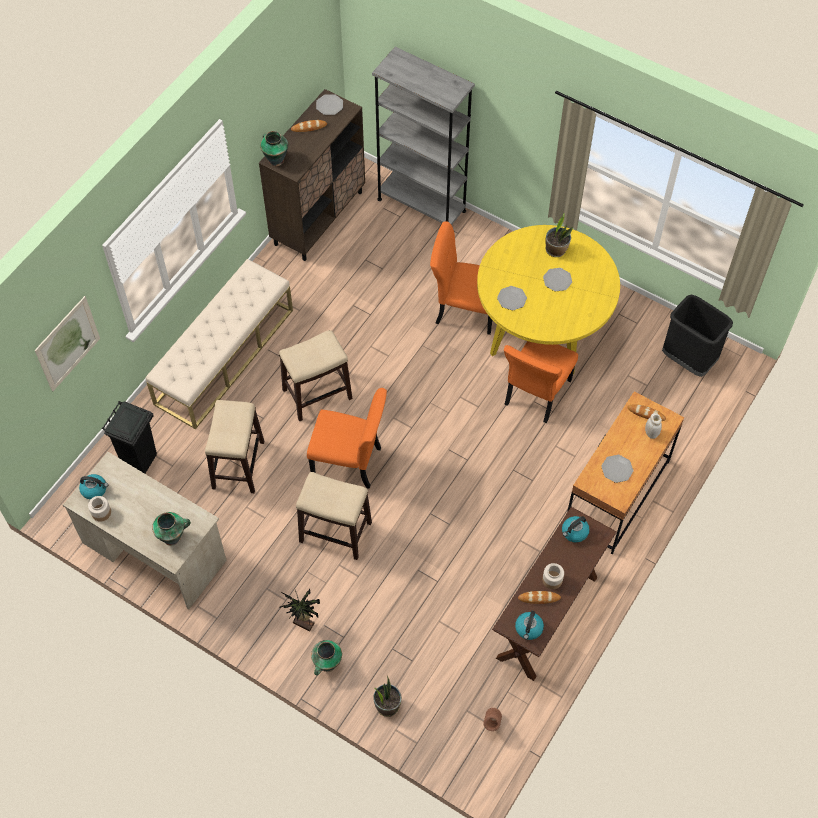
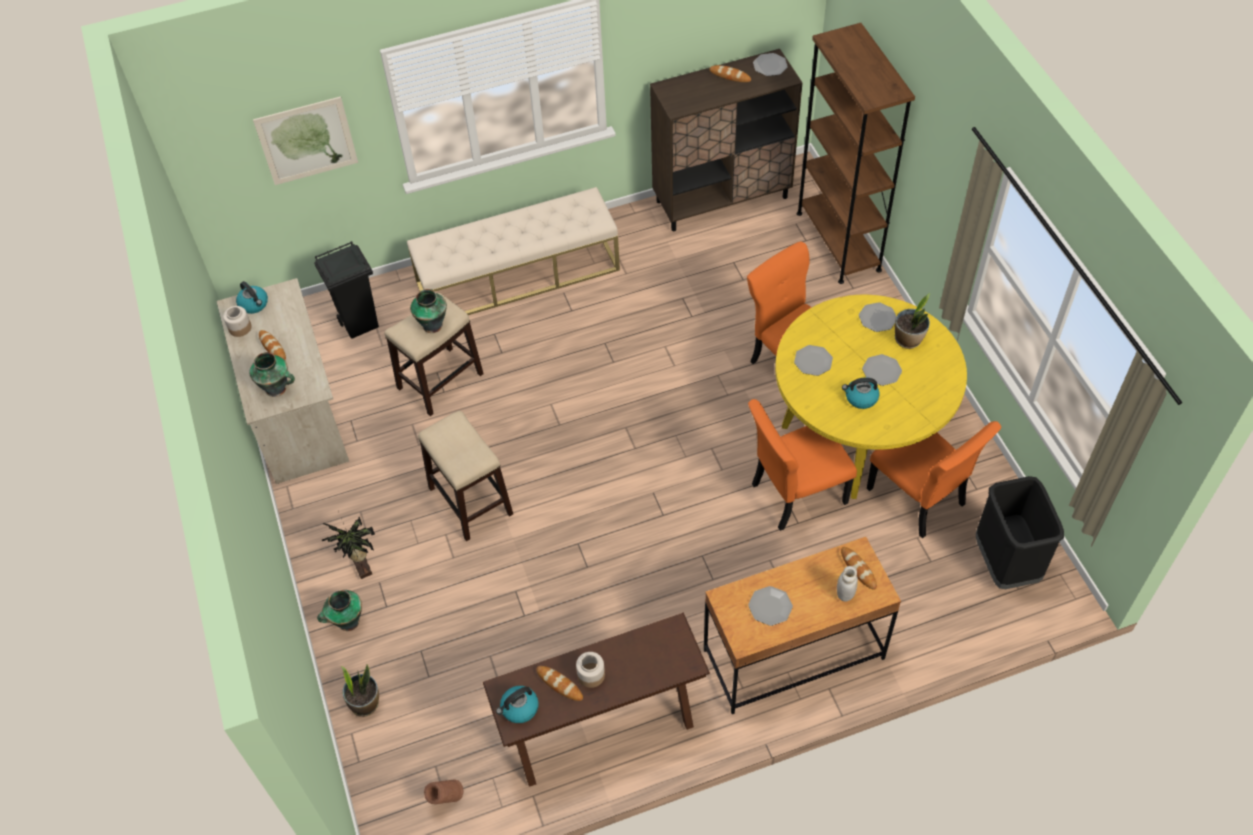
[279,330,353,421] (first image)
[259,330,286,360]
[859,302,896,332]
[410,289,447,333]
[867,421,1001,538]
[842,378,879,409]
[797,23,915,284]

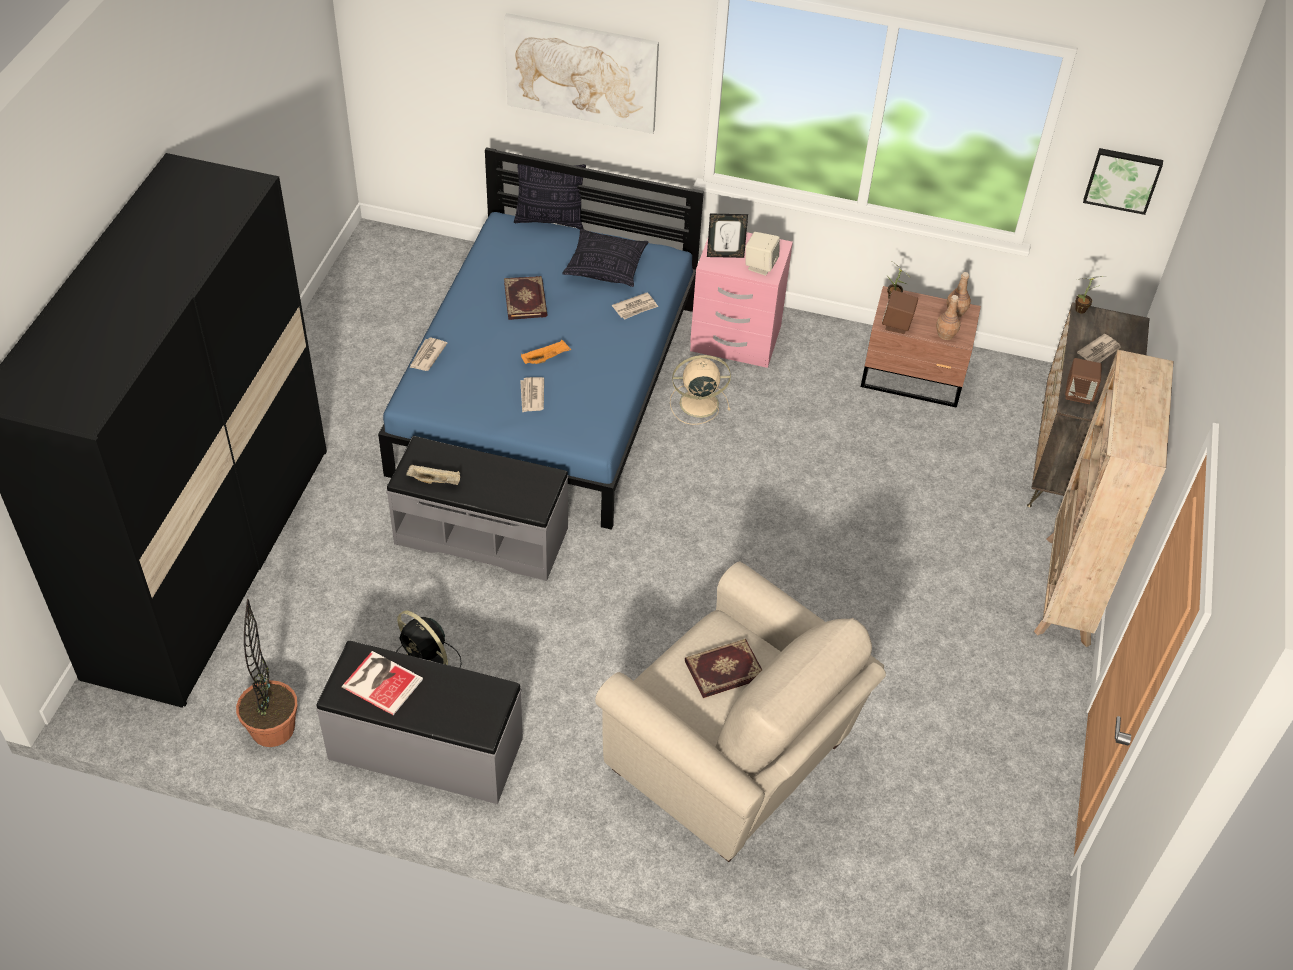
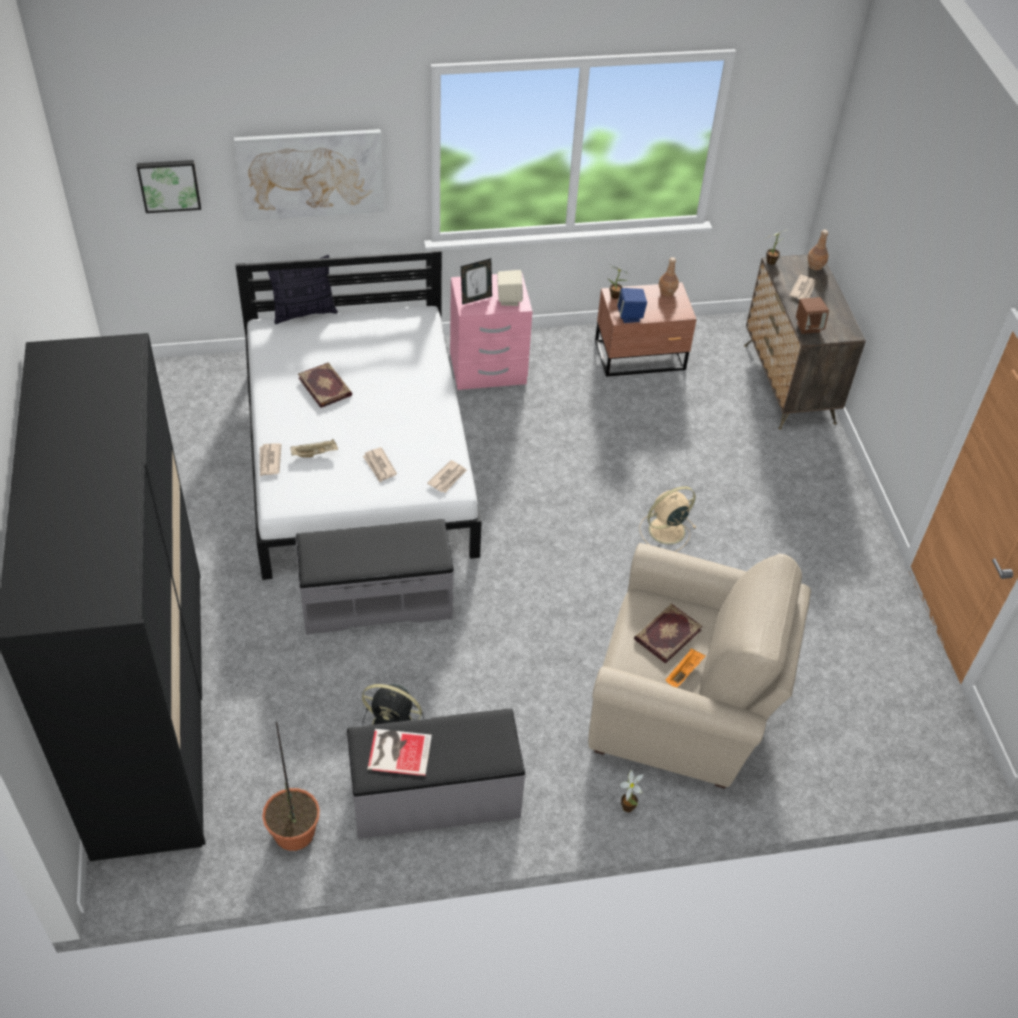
[562,229,648,287] (first image)
[1034,349,1174,647] (first image)
[620,770,644,812]
[291,439,338,457]
[665,648,706,687]
[427,460,467,493]
[639,486,696,552]
[808,230,829,270]
[137,160,201,213]
[235,249,482,580]
[617,288,647,323]

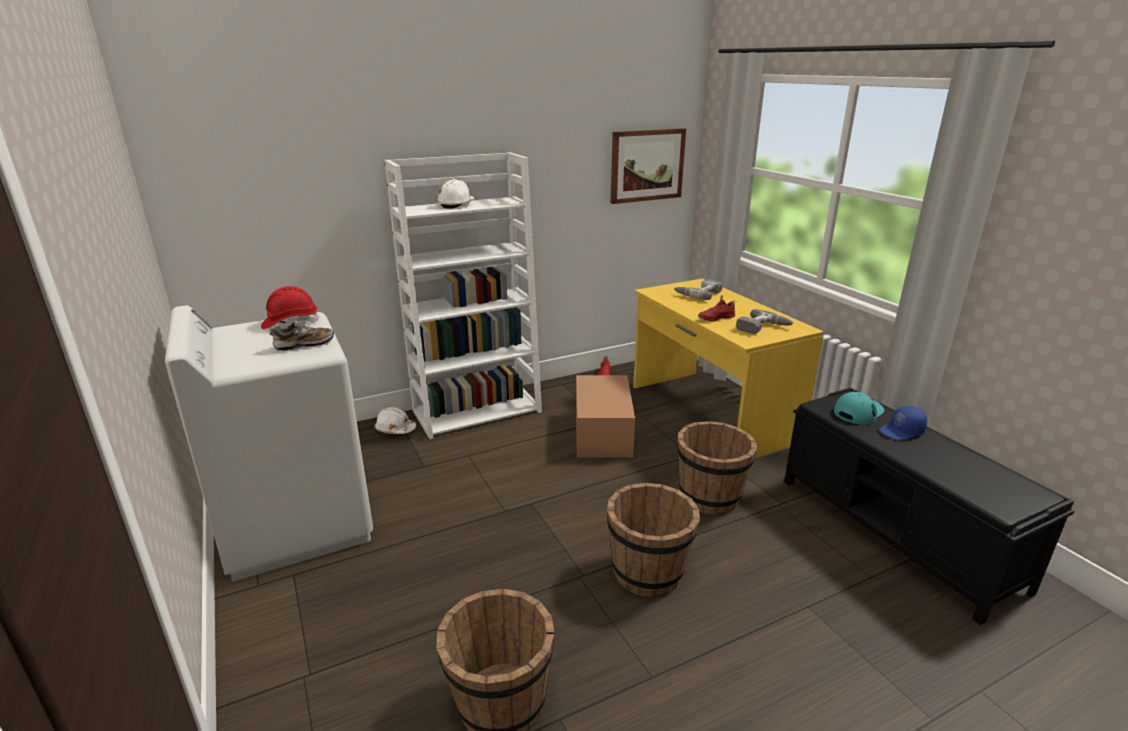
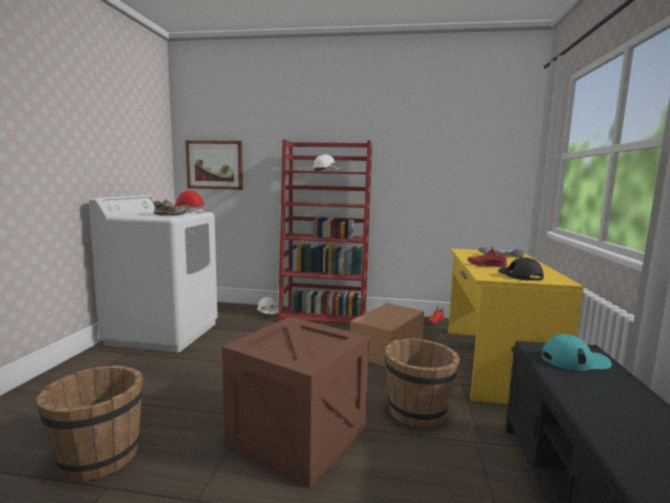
[879,406,927,440] (first image)
[185,140,243,190]
[222,317,369,488]
[498,257,544,281]
[278,139,372,325]

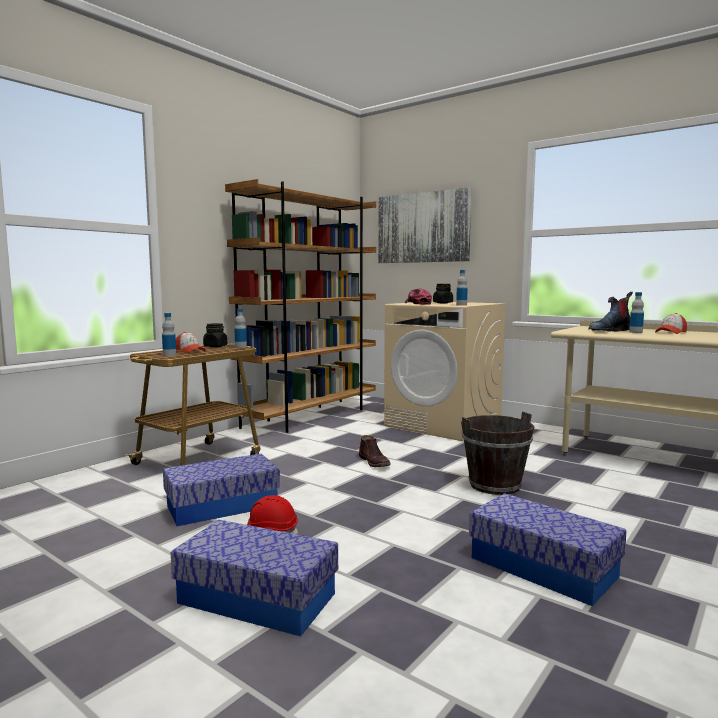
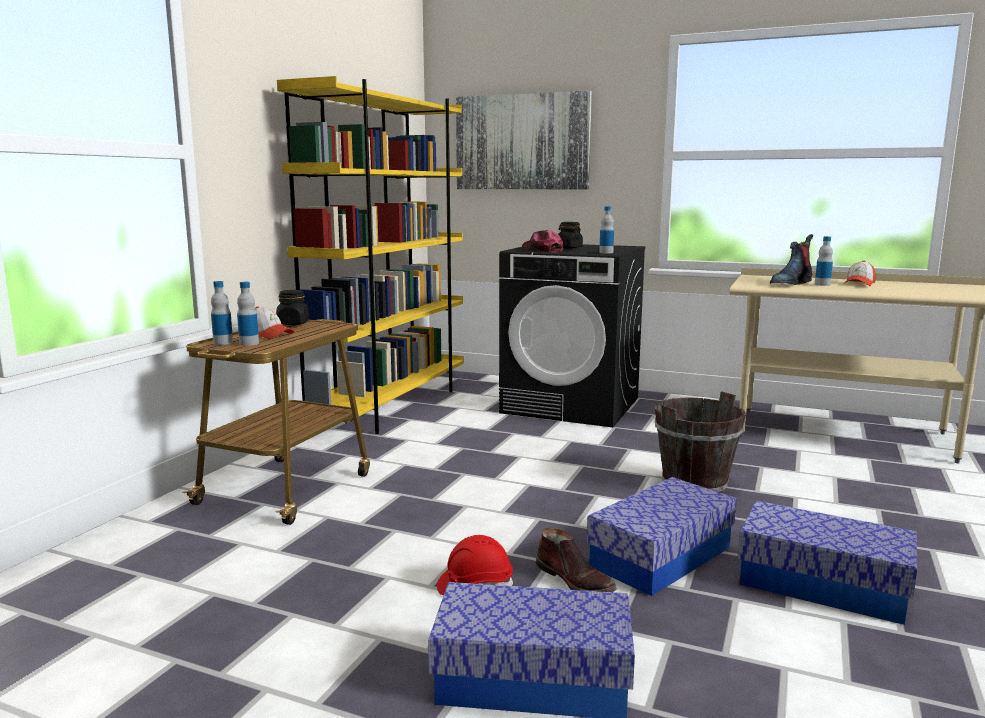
[587,477,737,596]
[211,281,233,345]
[536,528,616,592]
[277,76,464,434]
[499,244,646,427]

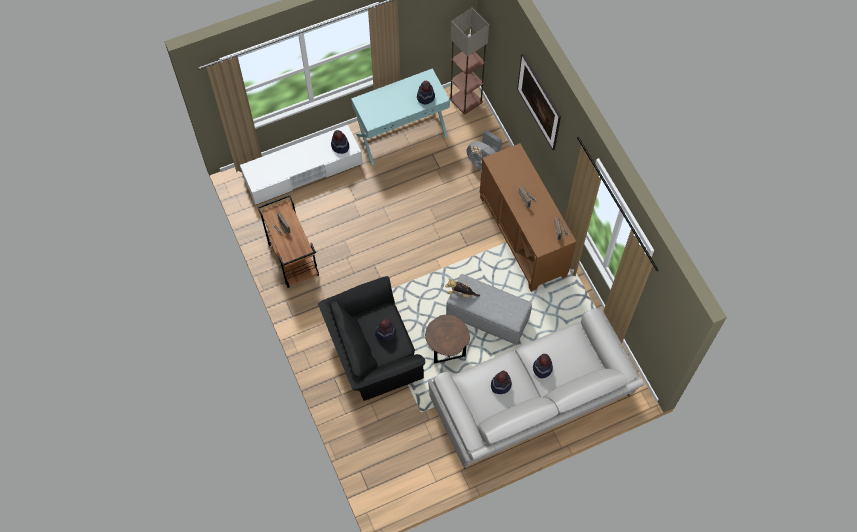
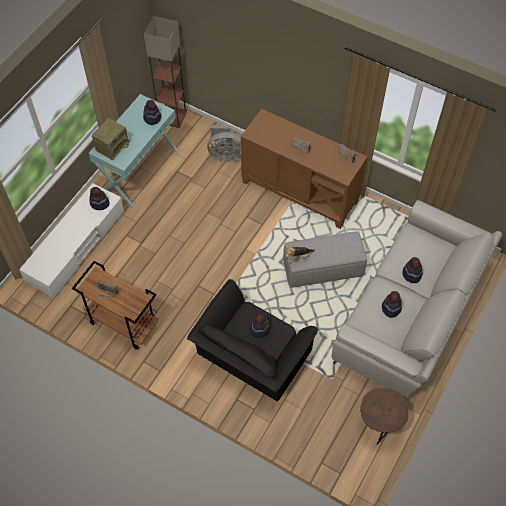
[517,53,561,150] (first image)
[92,118,130,160]
[360,388,409,445]

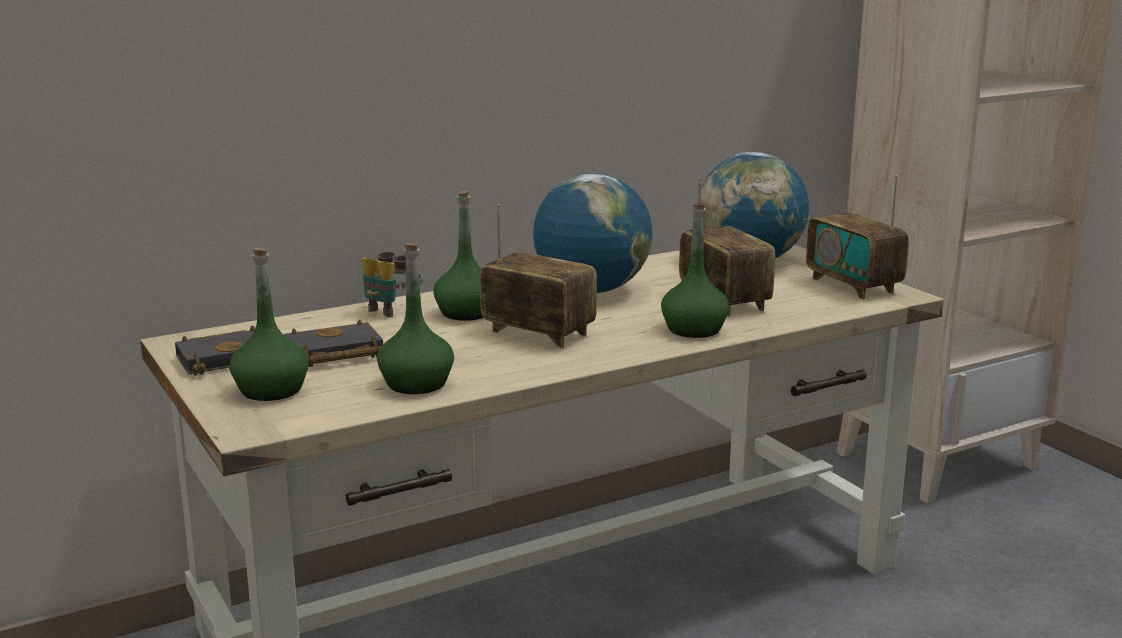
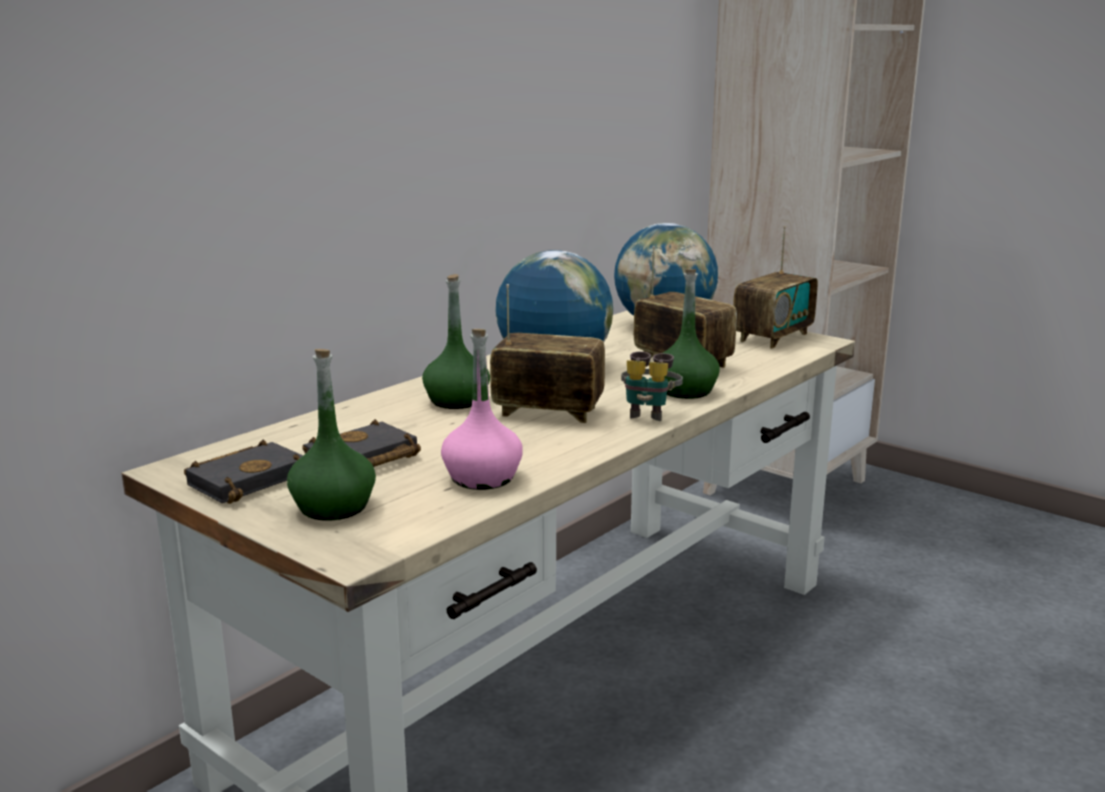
[621,352,683,421]
[441,329,523,490]
[733,226,818,348]

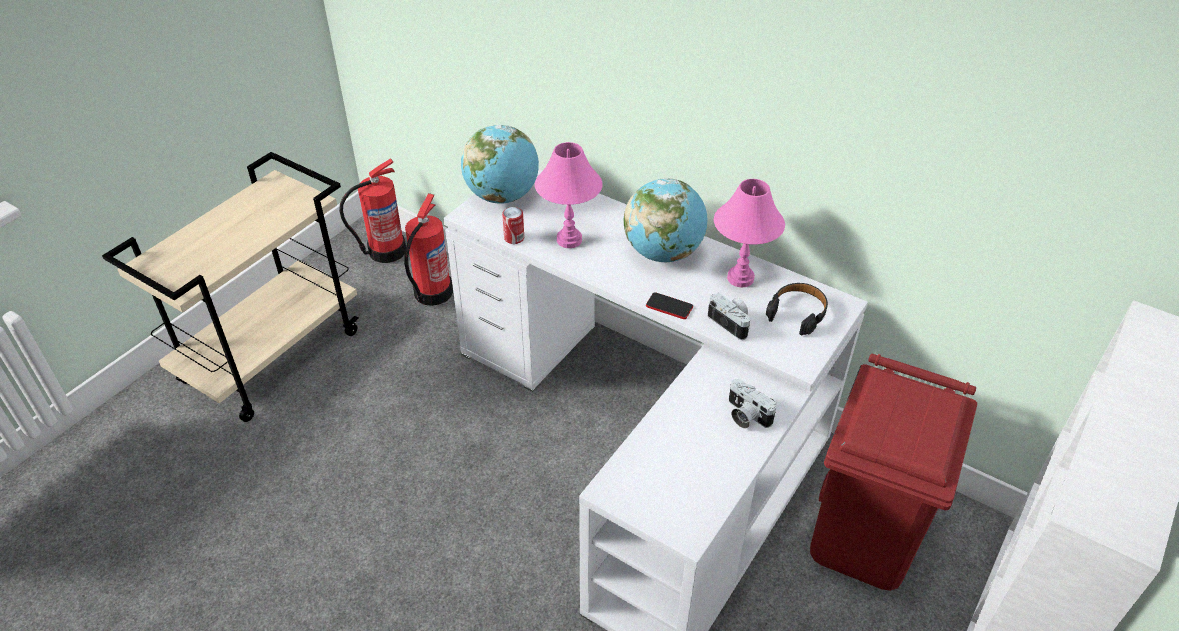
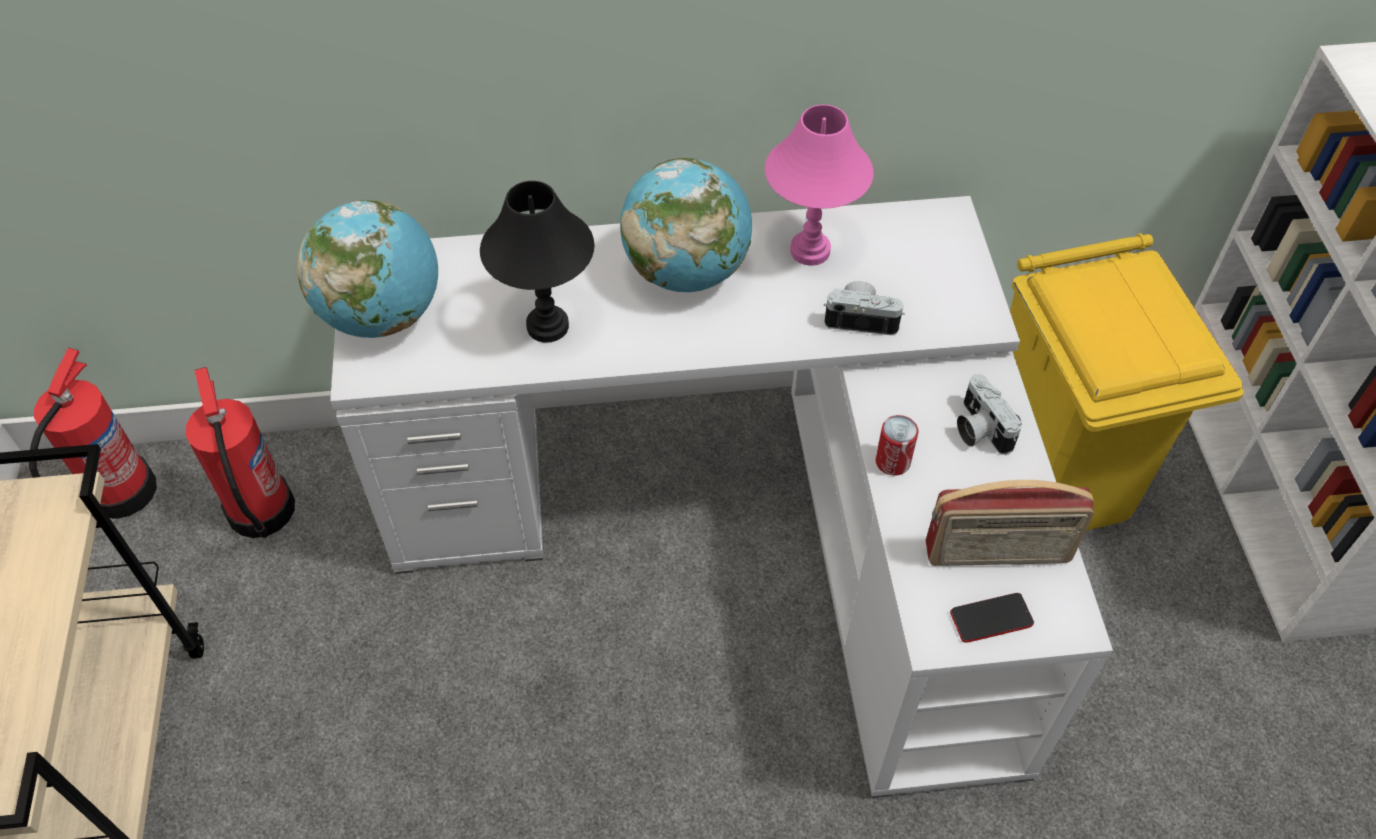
[766,283,828,336] (first image)
[926,480,1094,566]
[876,415,918,476]
[950,593,1034,643]
[480,181,594,343]
[1010,234,1244,531]
[957,374,1022,455]

